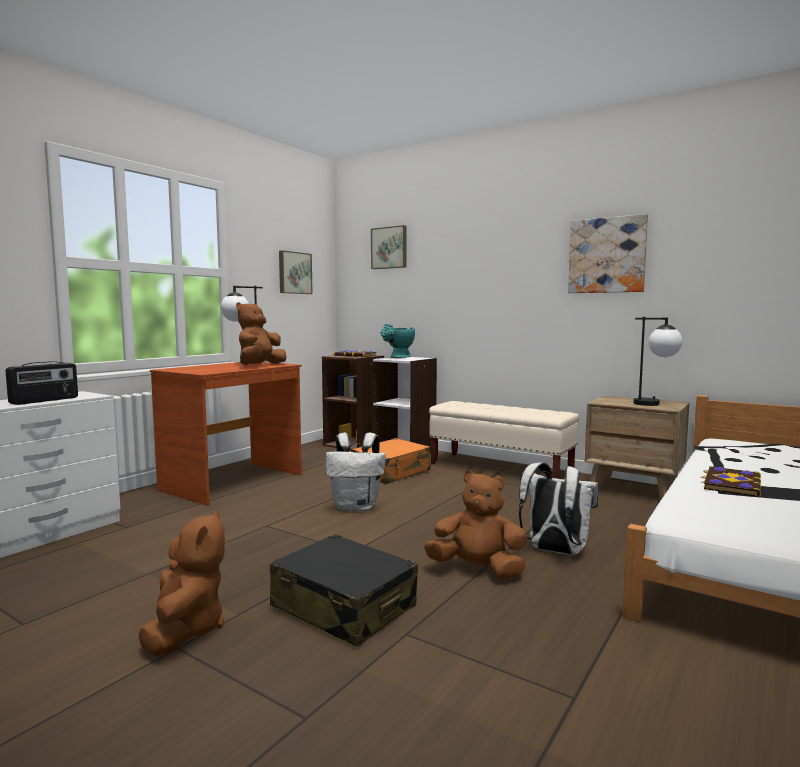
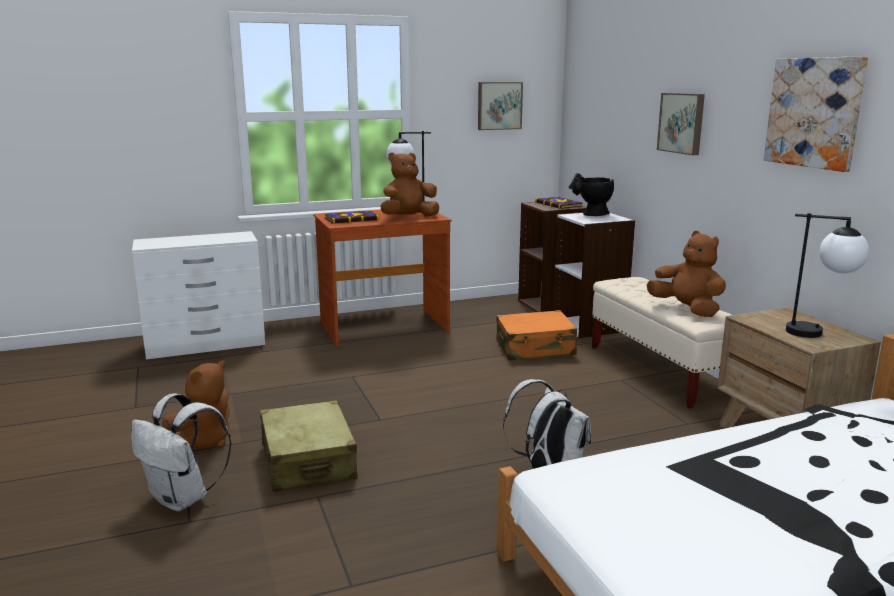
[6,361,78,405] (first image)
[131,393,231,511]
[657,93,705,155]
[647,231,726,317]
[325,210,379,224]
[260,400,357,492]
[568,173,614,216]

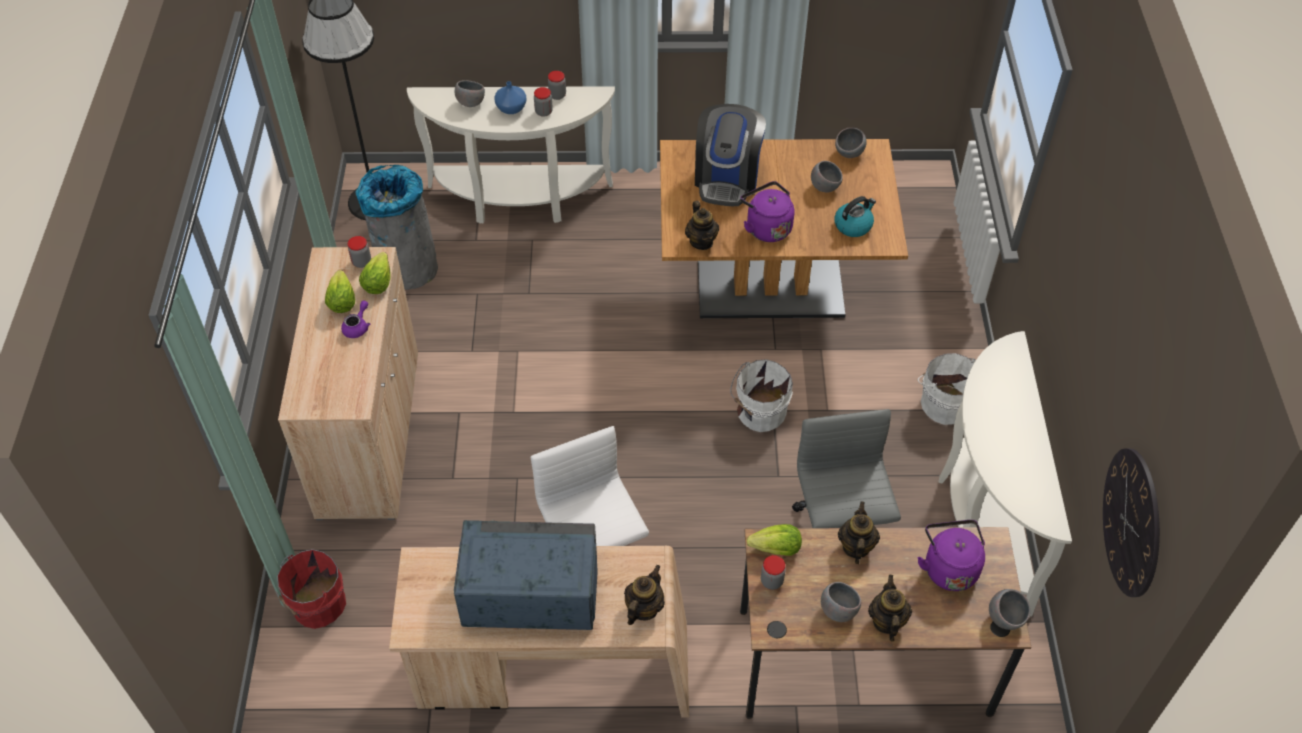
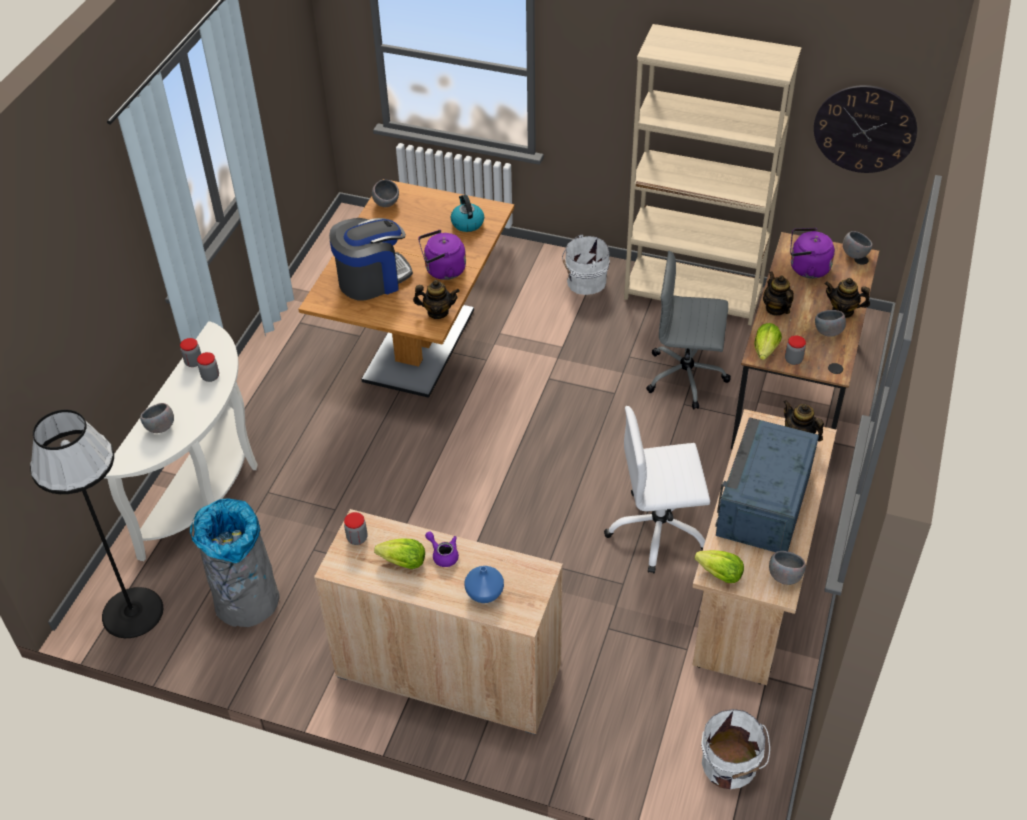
[275,549,346,629] (first image)
[694,550,744,583]
[465,566,504,603]
[701,709,770,789]
[769,551,806,585]
[624,24,802,325]
[329,218,413,301]
[763,271,794,316]

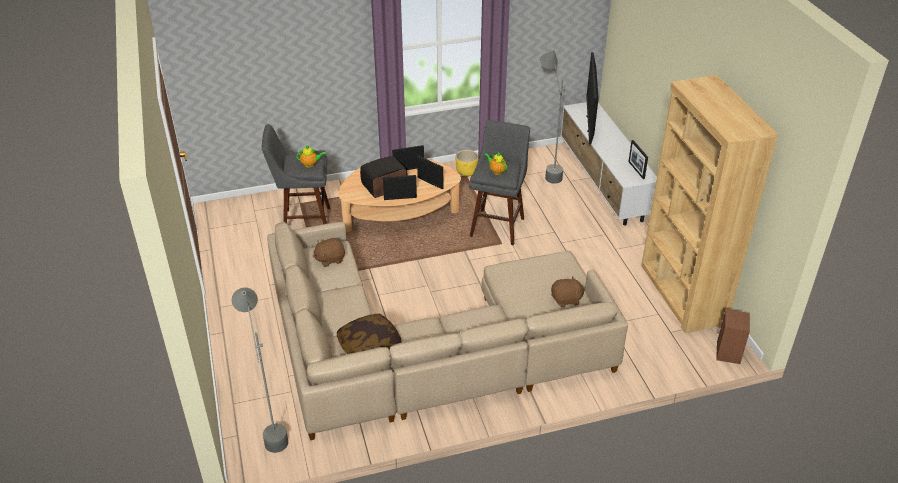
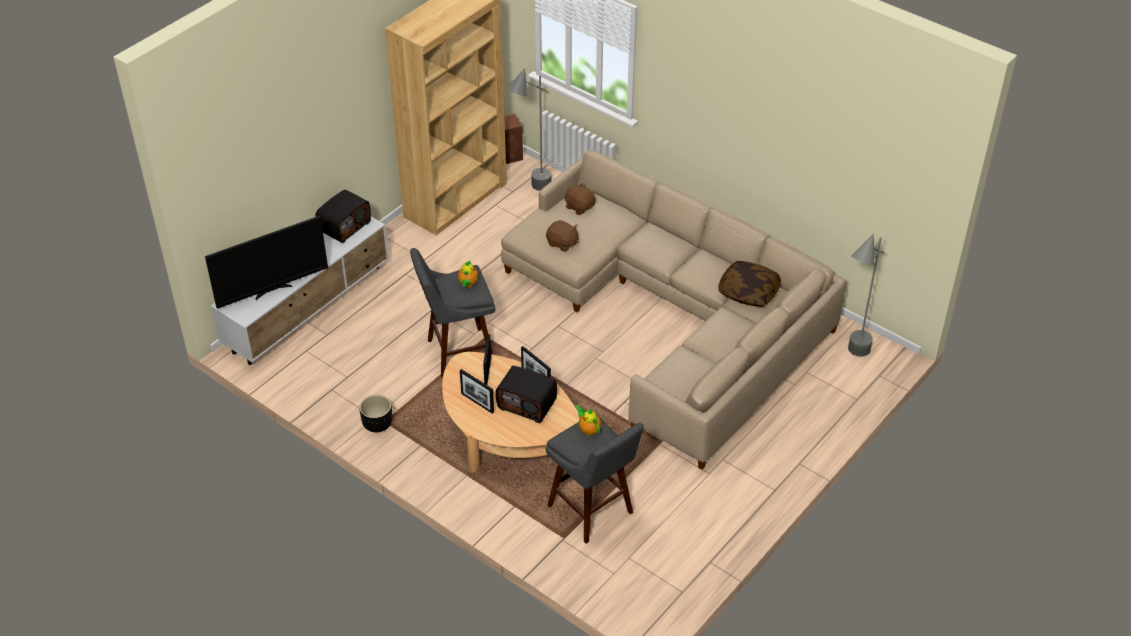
[546,220,578,252]
[506,69,552,191]
[316,189,371,243]
[359,395,392,433]

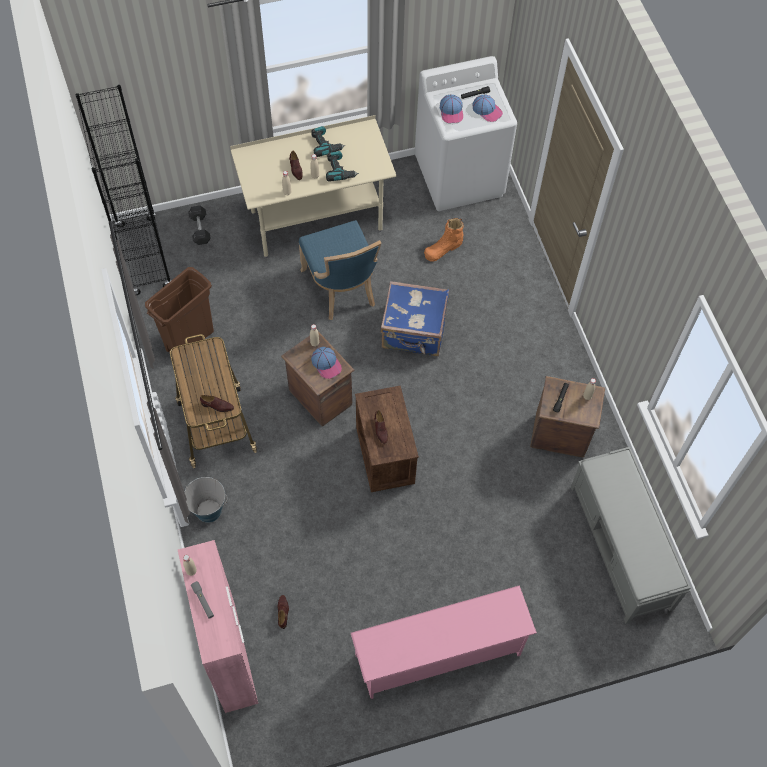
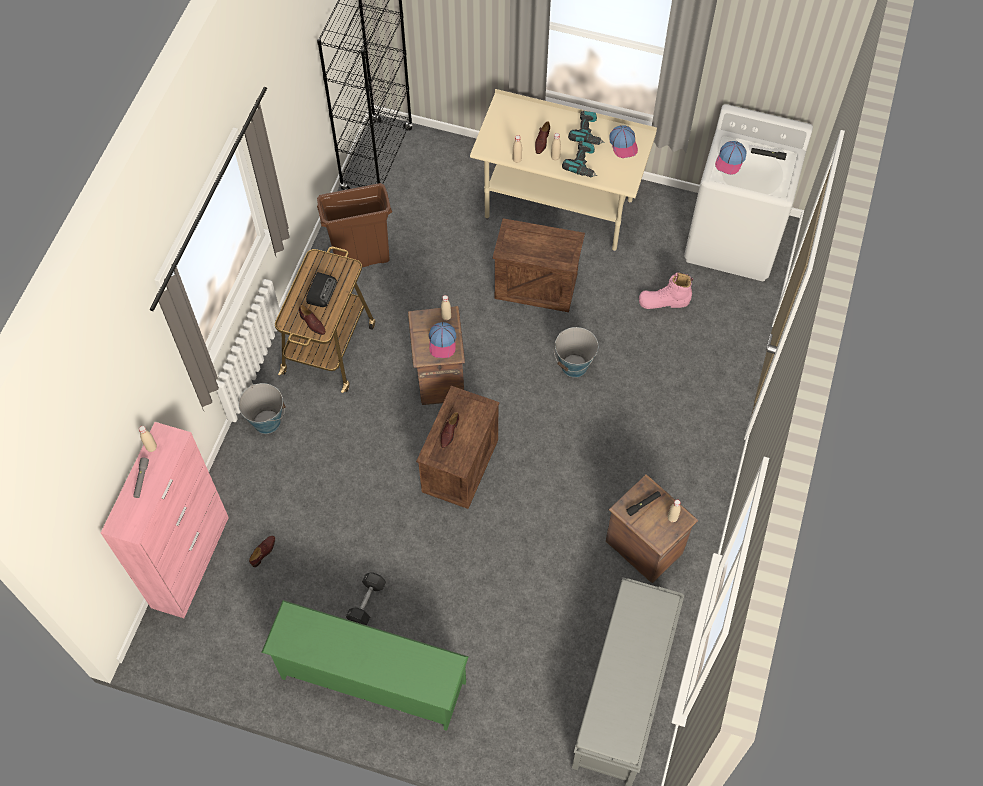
[306,272,337,307]
[346,572,386,625]
[609,125,638,158]
[493,218,585,312]
[554,327,598,377]
[261,600,469,731]
[639,272,693,309]

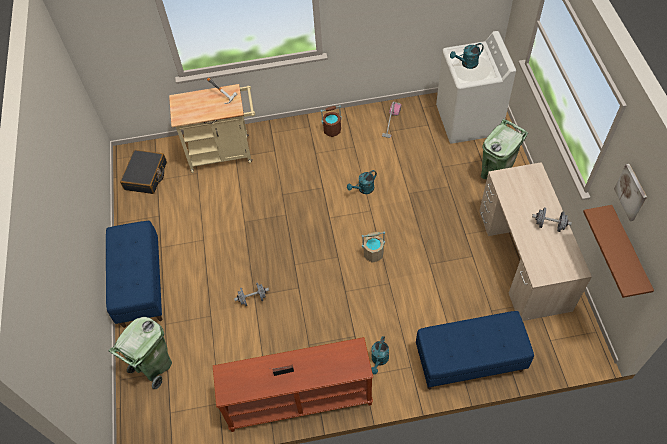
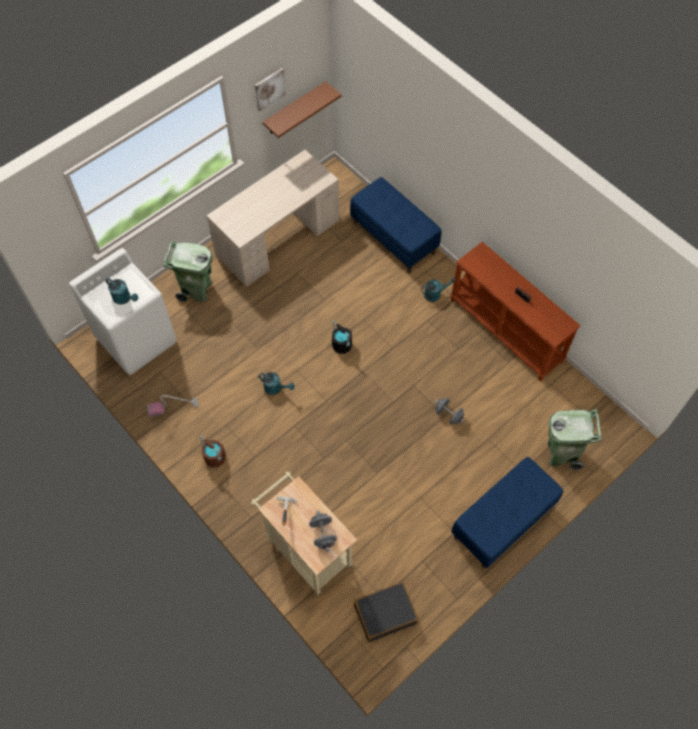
[309,511,337,552]
[332,320,352,354]

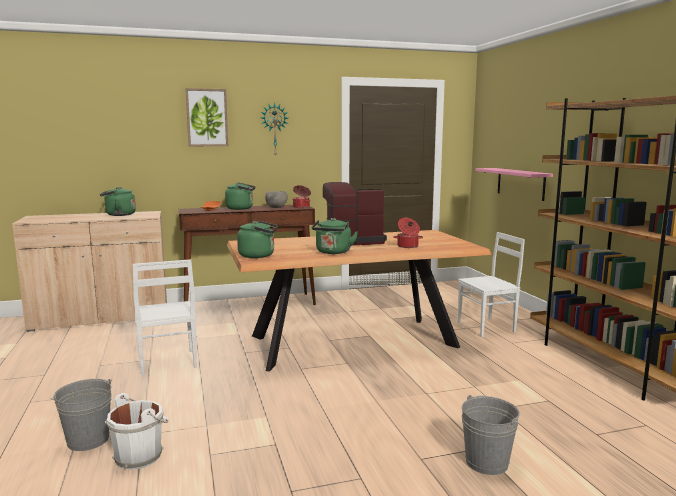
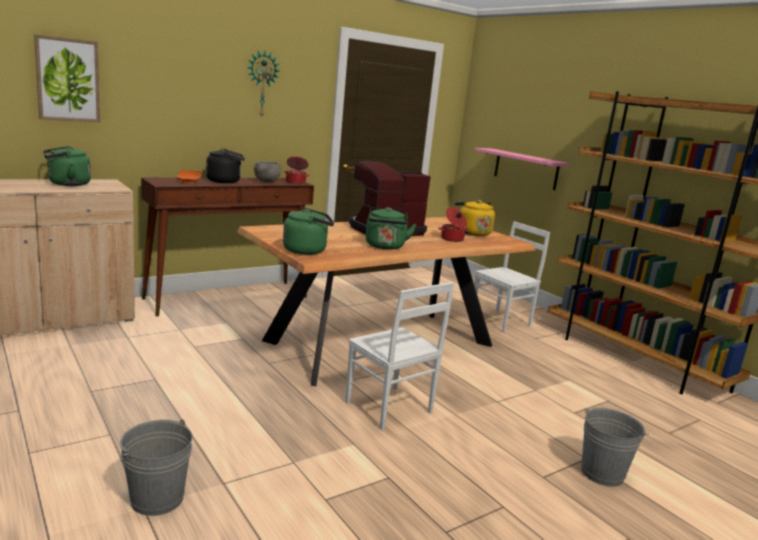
[105,393,168,470] (first image)
[455,200,495,236]
[345,282,454,430]
[34,34,100,122]
[206,148,245,183]

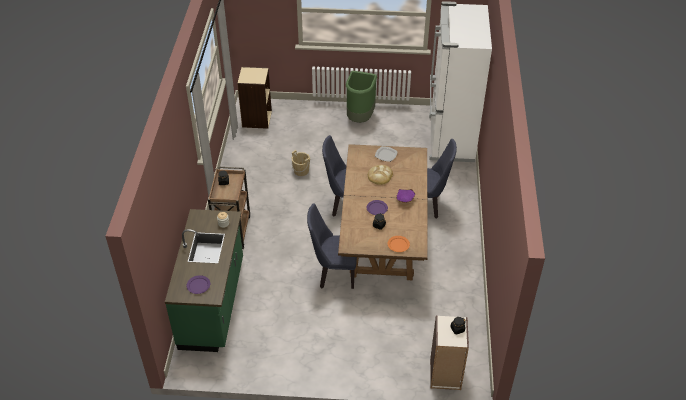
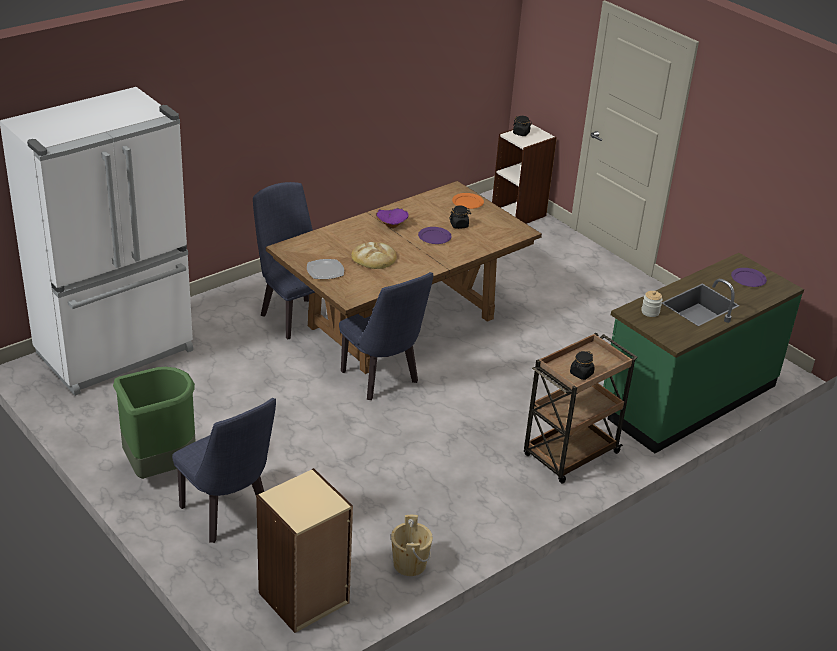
[391,515,433,576]
[172,398,276,543]

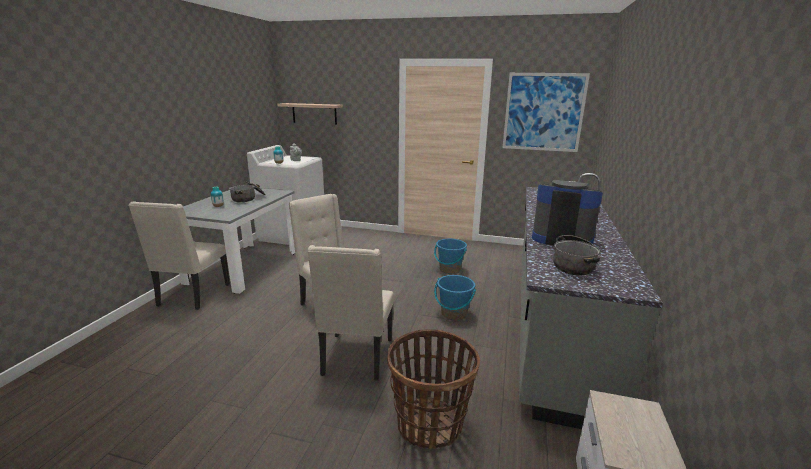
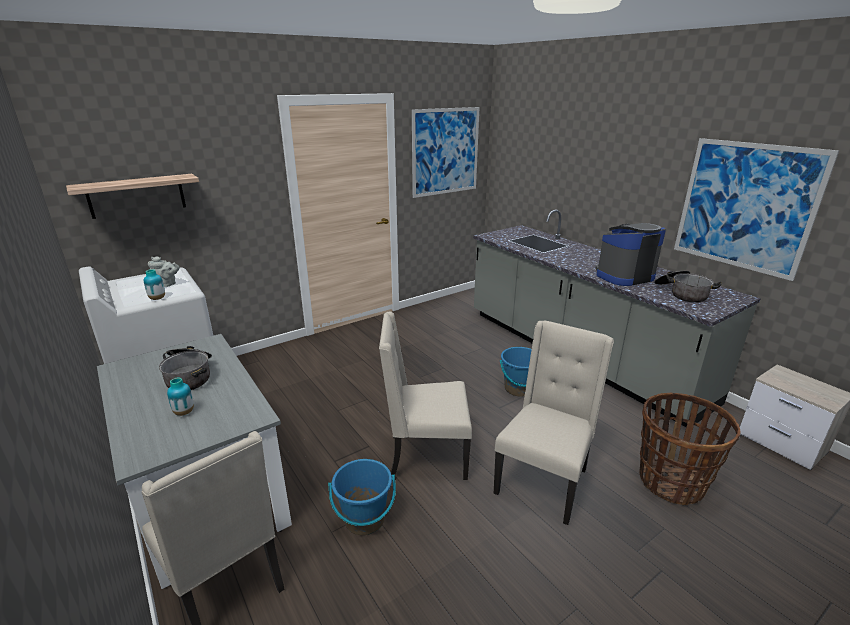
[674,138,839,281]
[328,459,396,535]
[494,321,614,525]

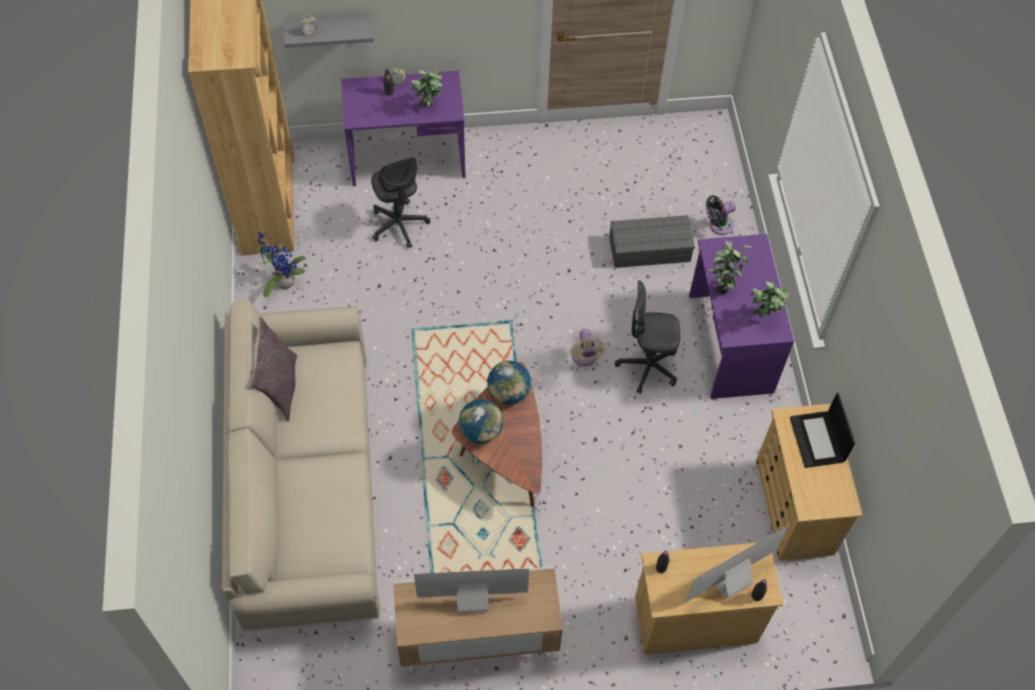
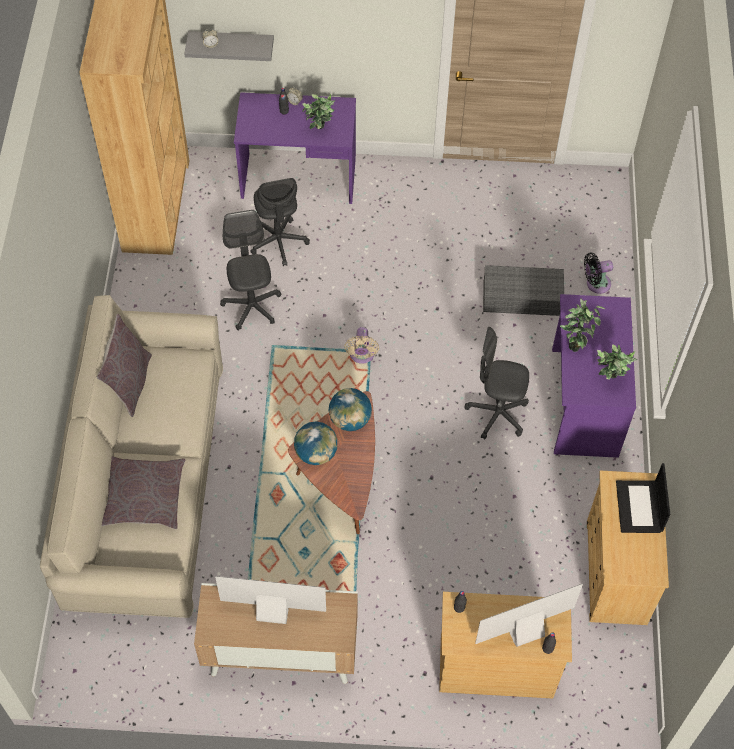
[257,232,306,297] (first image)
[102,456,185,529]
[220,210,281,331]
[344,327,379,364]

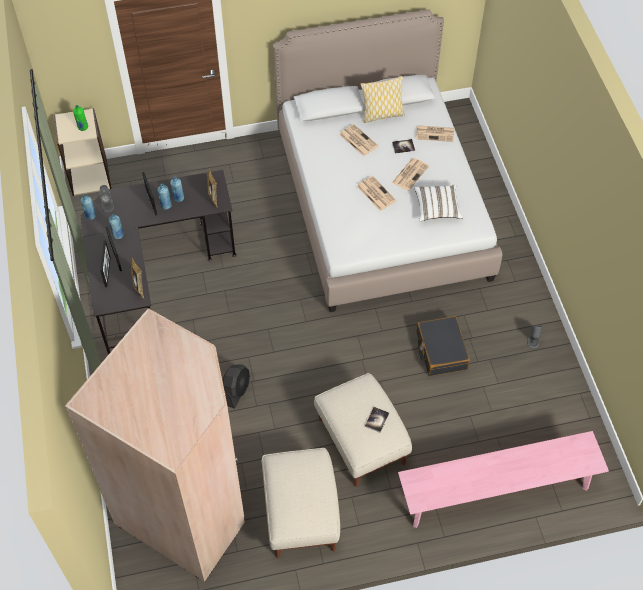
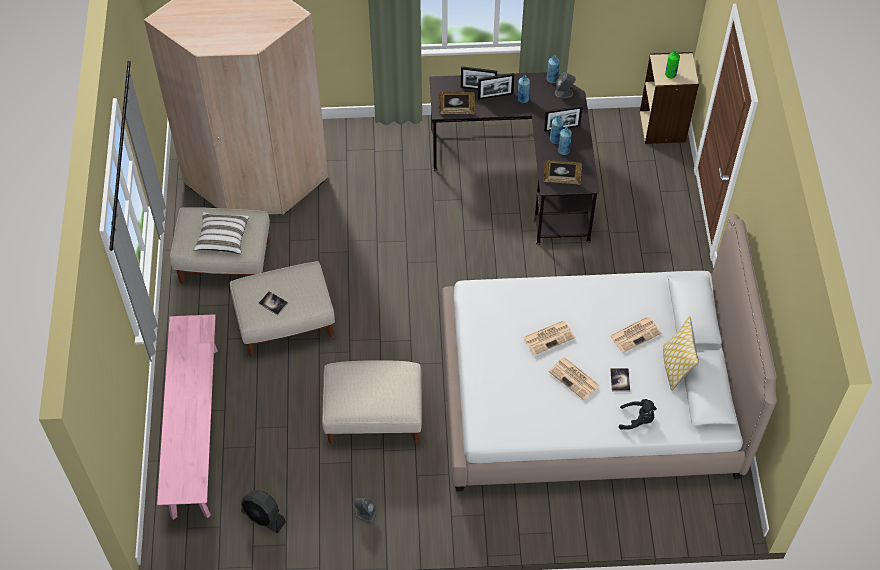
[241,490,286,533]
[194,212,249,254]
[619,399,657,430]
[322,360,422,445]

